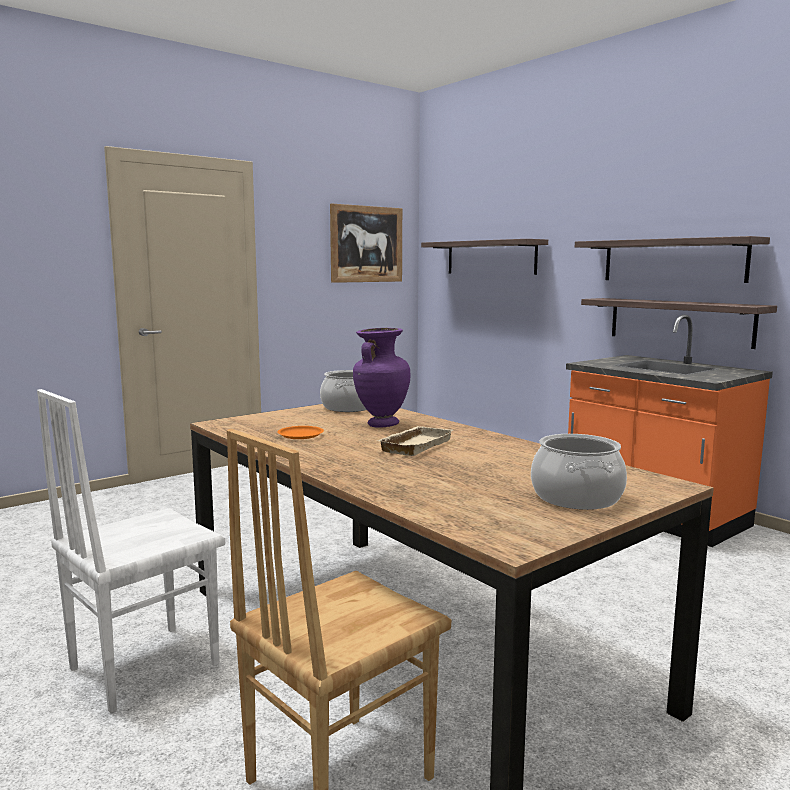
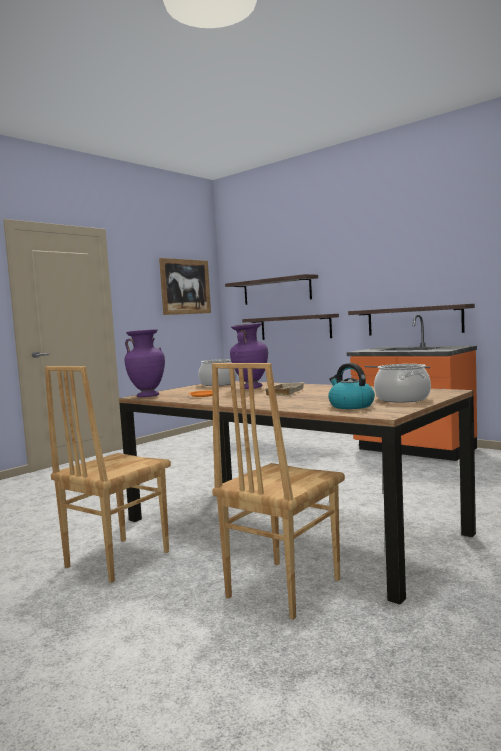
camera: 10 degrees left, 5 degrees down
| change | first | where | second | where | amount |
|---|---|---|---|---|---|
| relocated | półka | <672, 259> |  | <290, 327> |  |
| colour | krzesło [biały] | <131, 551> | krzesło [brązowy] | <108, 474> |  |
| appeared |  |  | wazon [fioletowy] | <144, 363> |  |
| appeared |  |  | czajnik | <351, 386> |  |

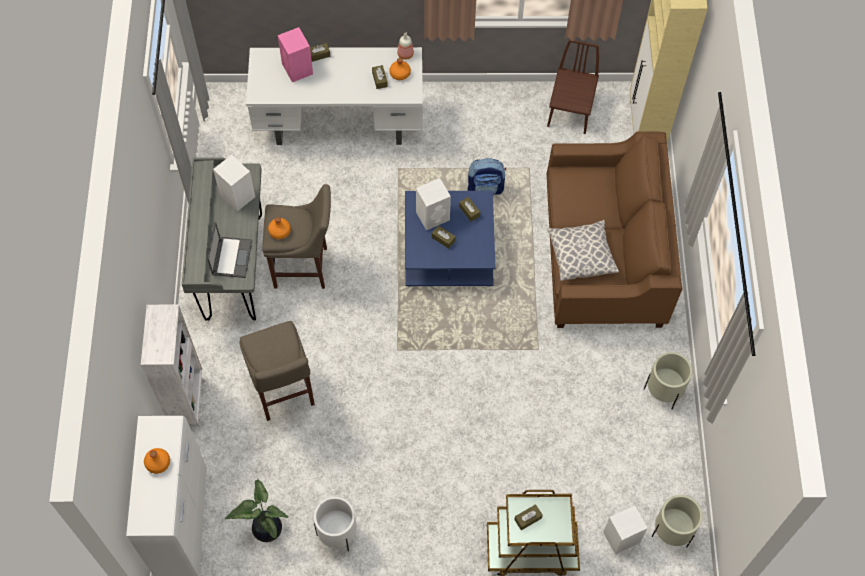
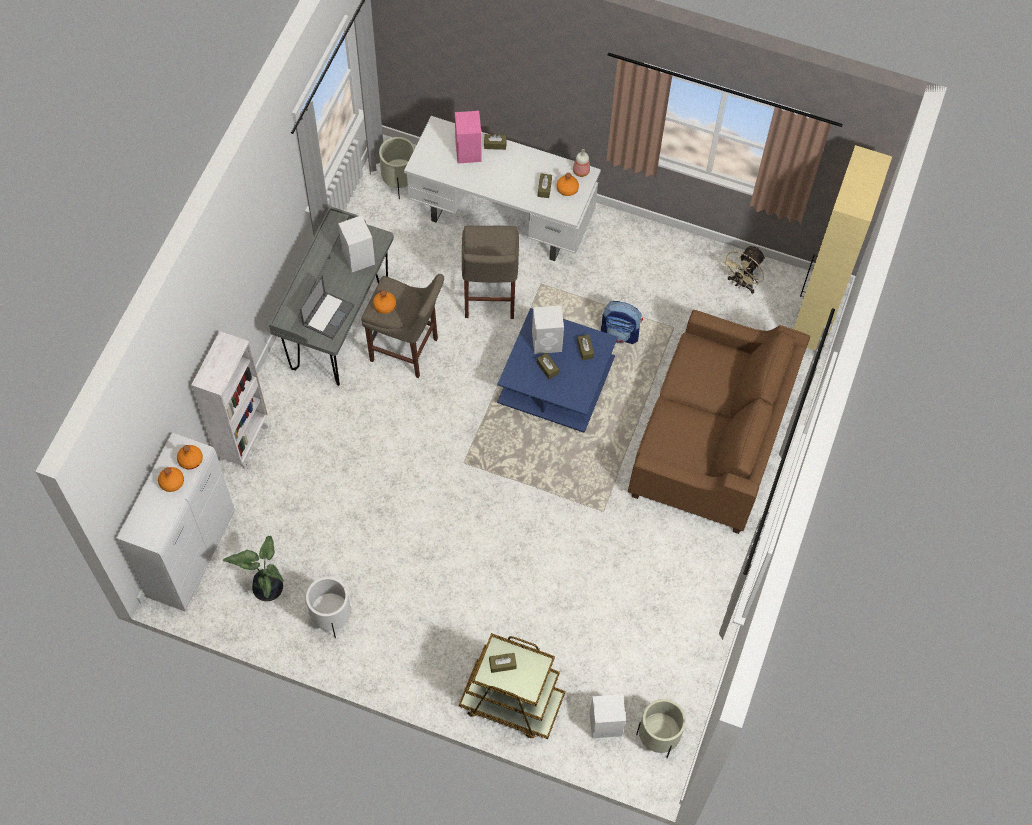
camera: 20 degrees right, 0 degrees up
| change | first | where | second | where | amount |
|---|---|---|---|---|---|
| exchanged | krzesło [brązowy] | <573, 86> | wentylator [beżowy] | <743, 270> |  |
| missing | poduszka | <583, 250> |  |  |  |
| relocated | stołek [beżowy] | <277, 371> |  | <490, 272> |  |
| relocated | donica [beżowy] | <668, 380> |  | <397, 168> |  |
| appeared |  |  | butelka [pomarańczowy] | <190, 457> |  |

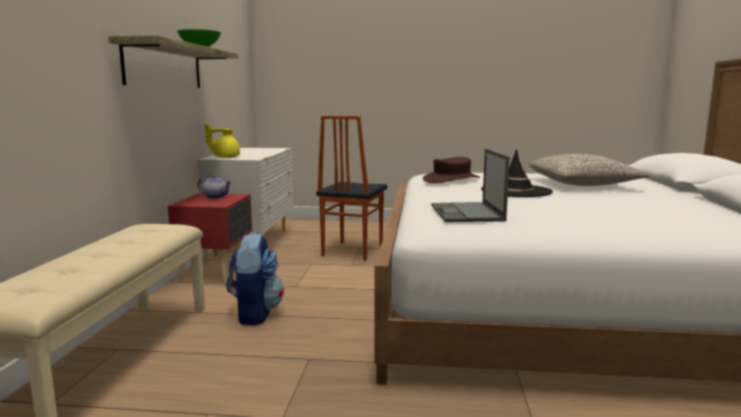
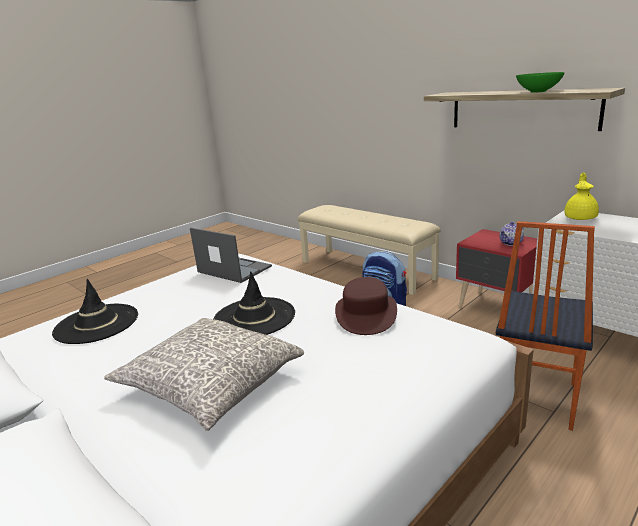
camera: 130 degrees right, 10 degrees up
| change | first | where | second | where | amount |
|---|---|---|---|---|---|
| spun | krzesło | <351, 188> |  | <545, 326> | 120 degrees counterclockwise |
| appeared |  |  | kapelusz [czarny] | <95, 311> |  |

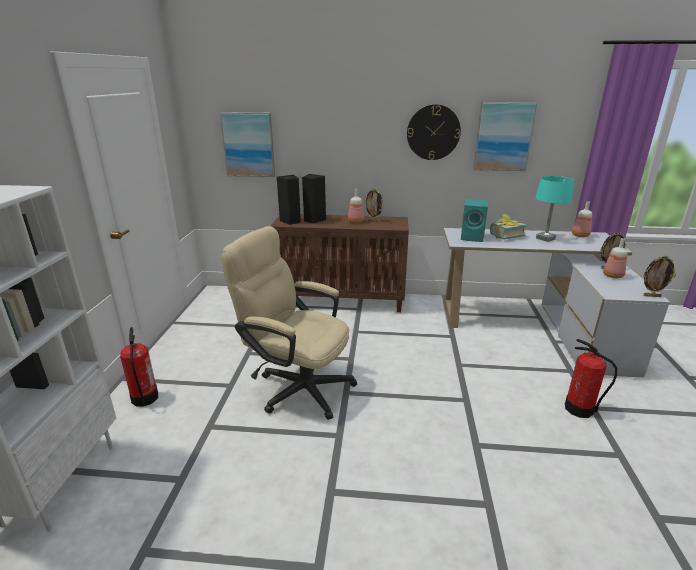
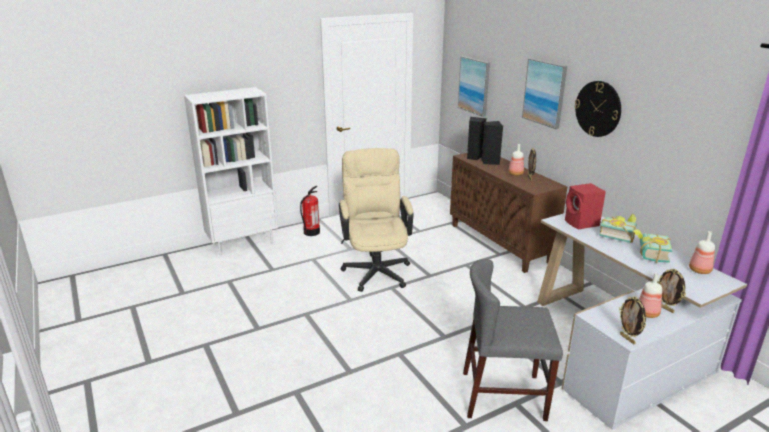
camera: 55 degrees right, 0 degrees up
| change | first | where | second | where | amount |
|---|---|---|---|---|---|
| relocated | obraz | <505, 136> |  | <544, 93> |  |
| exchanged | lampa stołowa [turkusowy] | <554, 209> | książka | <653, 246> |  |
| colour | głośnik [turkusowy] | <474, 220> | głośnik [czerwony] | <585, 206> |  |
| exchanged | gaśnica | <591, 378> | krzesło [szary] | <513, 340> |  |

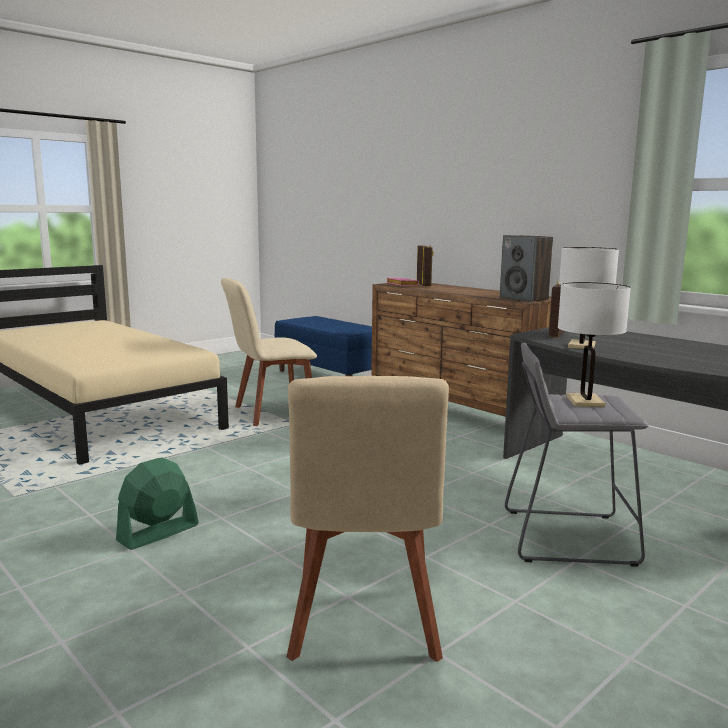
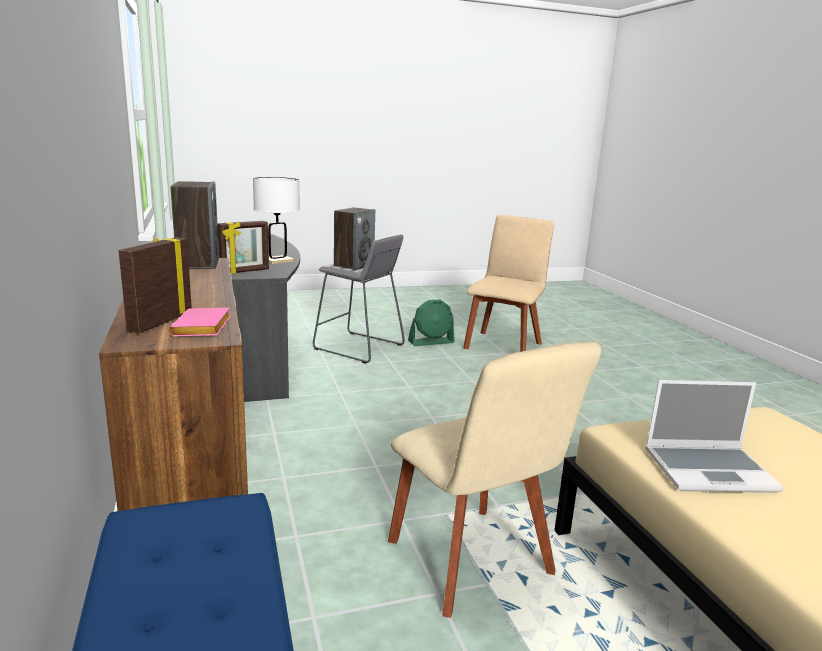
camera: 155 degrees left, 5 degrees up
| change | first | where | second | where | amount |
|---|---|---|---|---|---|
| spun | krzesło [beżowy] | <269, 352> |  | <494, 480> | 60 degrees clockwise |
| exchanged | lampa stołowa [biały] | <594, 344> | głośnik | <354, 238> |  |
| relocated | wentylator [zielony] | <157, 503> |  | <431, 322> |  |
| appeared |  |  | laptop | <714, 436> |  |

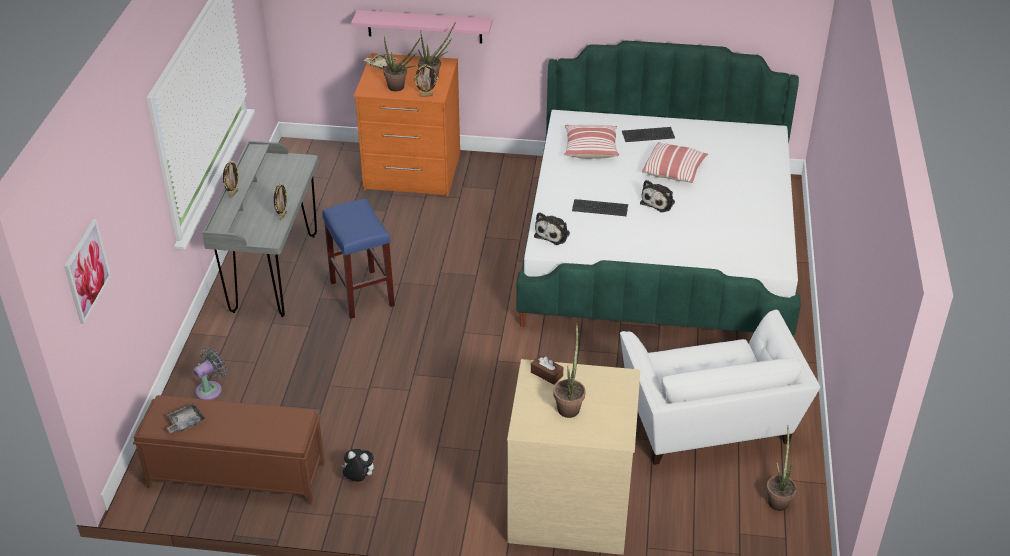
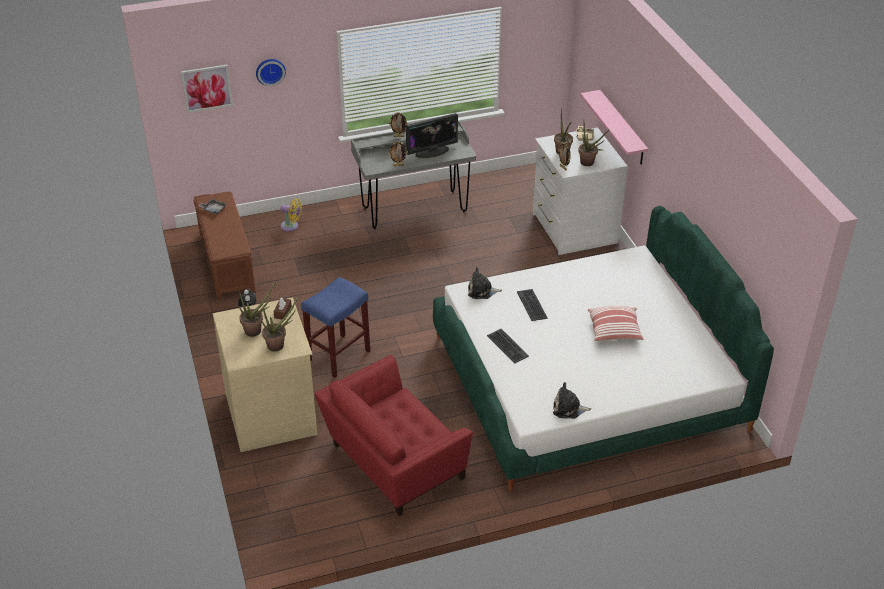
camera: 65 degrees right, 0 degrees up
| change | first | where | second | where | amount |
|---|---|---|---|---|---|
| colour | komoda [pomarańczowy] | <407, 125> | komoda [biały] | <580, 191> |  |
| missing | poduszka | <591, 142> |  |  |  |
| relocated | klawiatura | <648, 134> |  | <508, 346> |  |
| relocated | pluszak | <657, 196> |  | <572, 400> |  |
| relocated | stołek [niebieski] | <358, 259> |  | <335, 327> |  |
| colour | fotel [biały] | <720, 387> | fotel [czerwony] | <394, 435> |  |
| colour | wentylator [szary] | <210, 373> | wentylator [żółty] | <291, 215> |  |
| relocated | roślina doniczkowa | <781, 468> |  | <280, 323> |  |
| appeared |  |  | zegar ścienny | <271, 72> |  |
| appeared |  |  | monitor | <432, 135> |  |

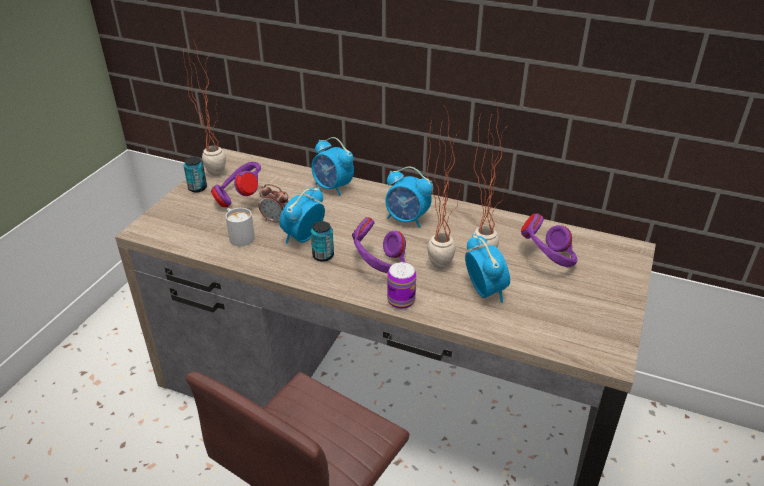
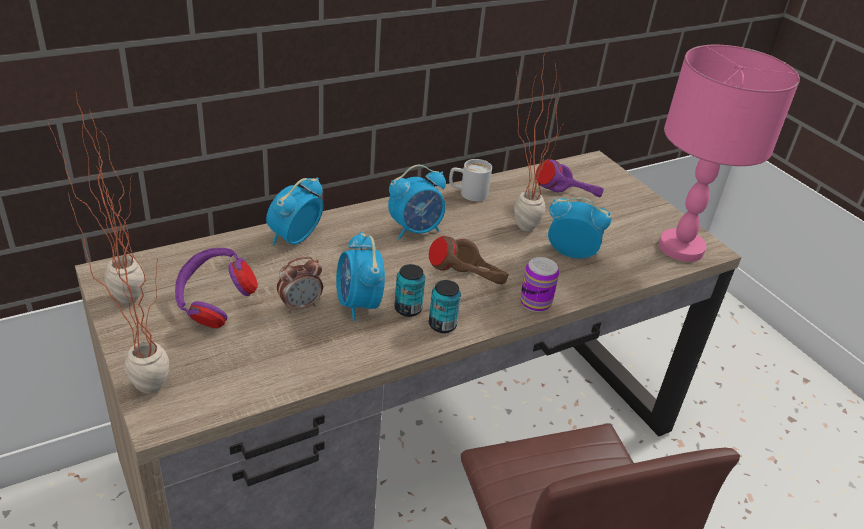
camera: 55 degrees left, 0 degrees up
| change | first | where | second | where | amount |
|---|---|---|---|---|---|
| relocated | roślina doniczkowa | <444, 188> |  | <119, 279> |  |
| spun | budzik | <333, 166> |  | <294, 211> | 135 degrees clockwise |
| relocated | puszka | <195, 174> |  | <445, 306> |  |
| relocated | kubek [biały] | <240, 227> |  | <470, 180> |  |
| colour | słuchawki [fioletowy] | <379, 245> | słuchawki [brązowy] | <469, 260> |  |
| appeared |  |  | lampa stołowa [różowy] | <729, 153> |  |

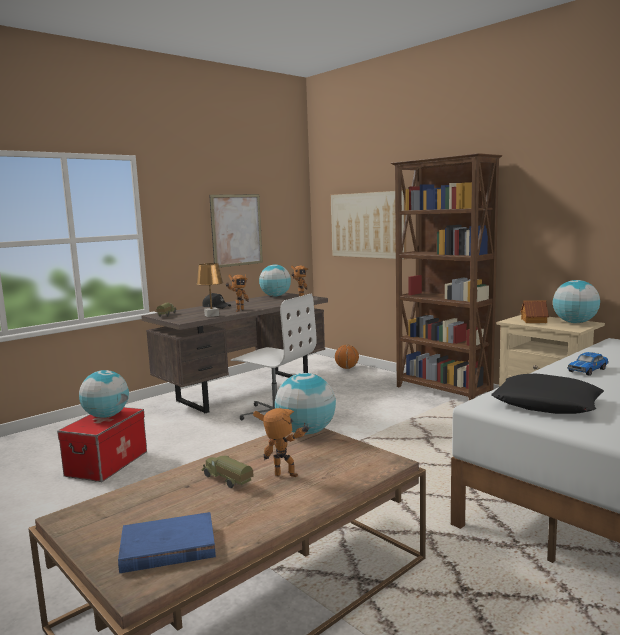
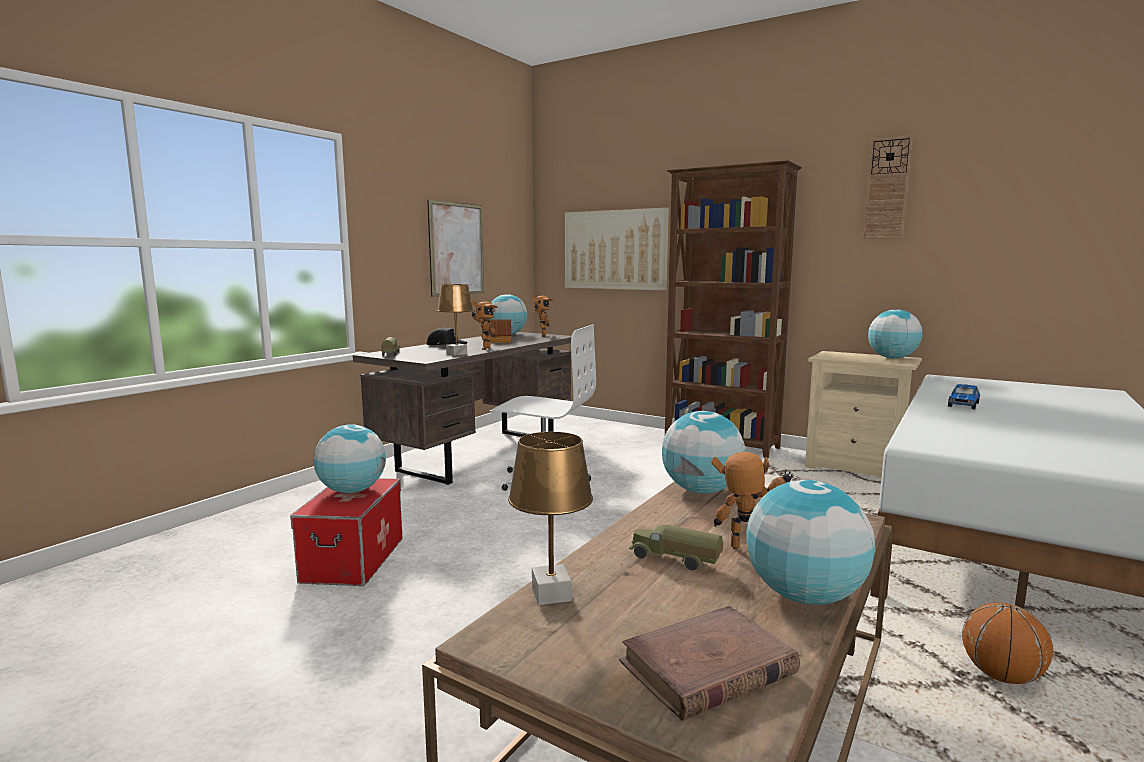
camera: 15 degrees left, 0 degrees up
| change | first | where | second | where | amount |
|---|---|---|---|---|---|
| relocated | domek | <535, 311> |  | <500, 331> |  |
| relocated | piłka do koszykówki | <347, 356> |  | <1007, 643> |  |
| missing | poduszka [czarny] | <547, 394> |  |  |  |
| colour | książka [niebieski] | <167, 542> | książka [brązowy] | <709, 663> |  |
| appeared |  |  | zegar ścienny | <888, 187> |  |
| appeared |  |  | lampa stołowa [brązowy] | <550, 518> |  |
| appeared |  |  | globus | <810, 542> |  |

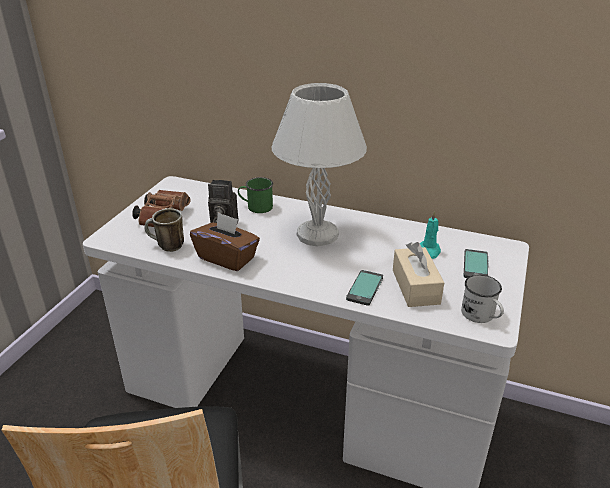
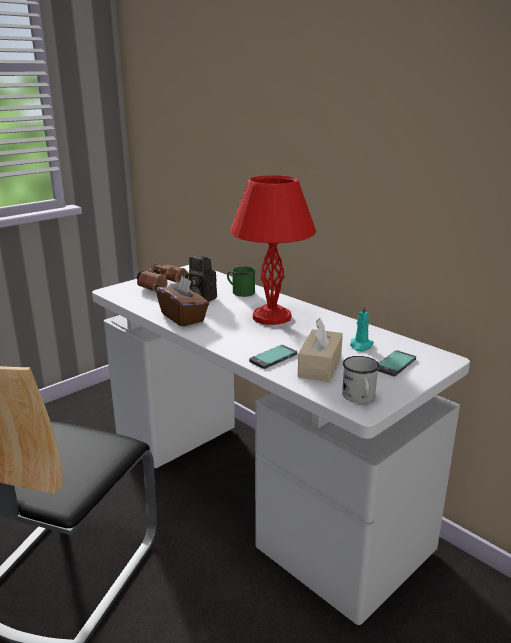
camera: 25 degrees right, 10 degrees down
| change | first | where | second | where | amount |
|---|---|---|---|---|---|
| colour | lampa stołowa [biały] | <319, 164> | lampa stołowa [czerwony] | <273, 250> |  |
| missing | kubek | <164, 230> |  |  |  |

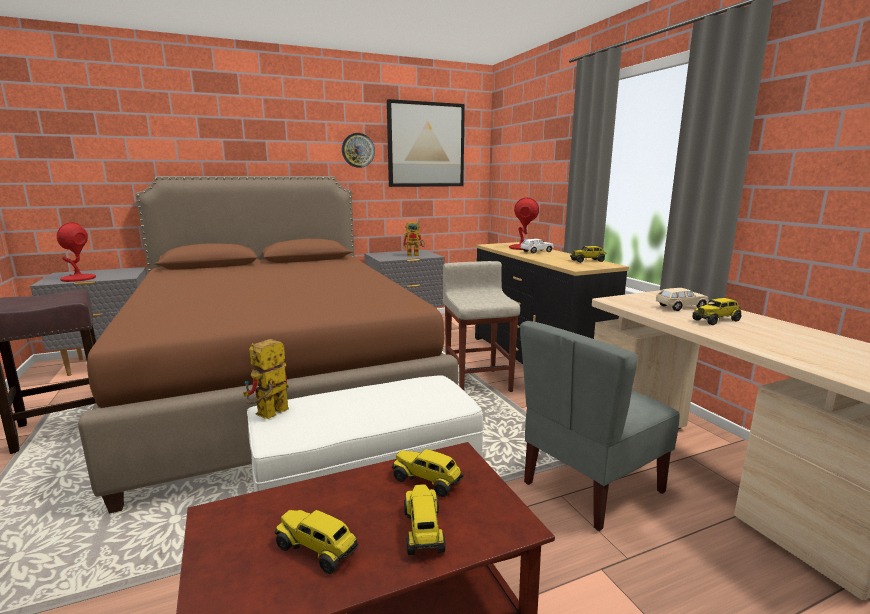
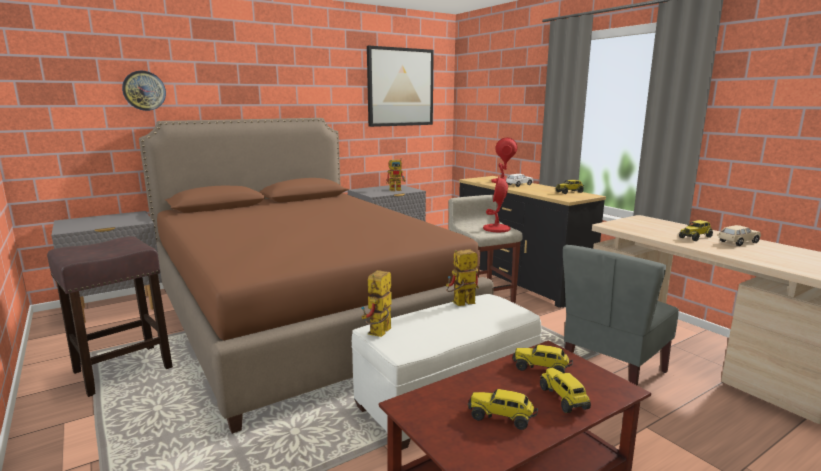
camera: 10 degrees left, 0 degrees up
| change | first | where | second | where | amount |
|---|---|---|---|---|---|
| relocated | zegar ścienny | <358, 150> |  | <144, 91> |  |
| relocated | lampa stołowa [czerwony] | <76, 252> |  | <497, 204> |  |
| relocated | samochodzik [beżowy] | <682, 299> |  | <739, 235> |  |
| appeared |  |  | robot zabawkowy | <462, 277> |  |

